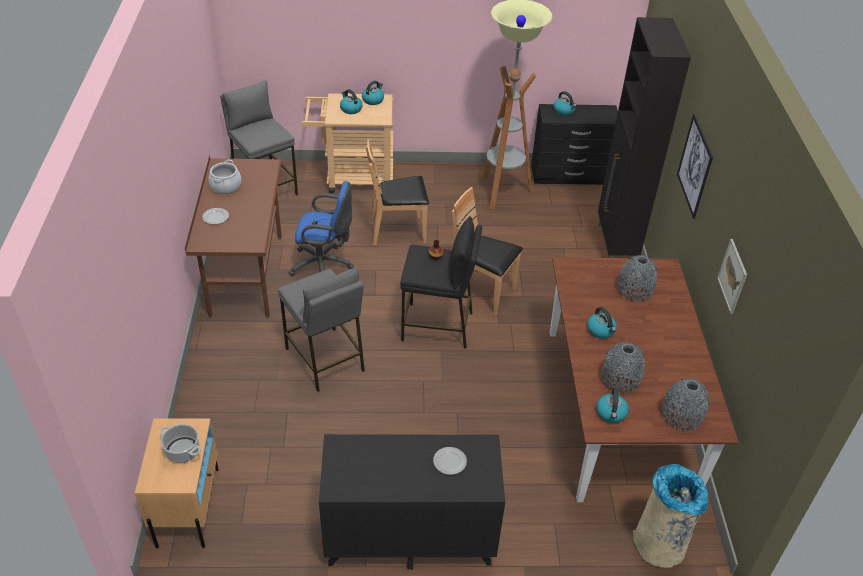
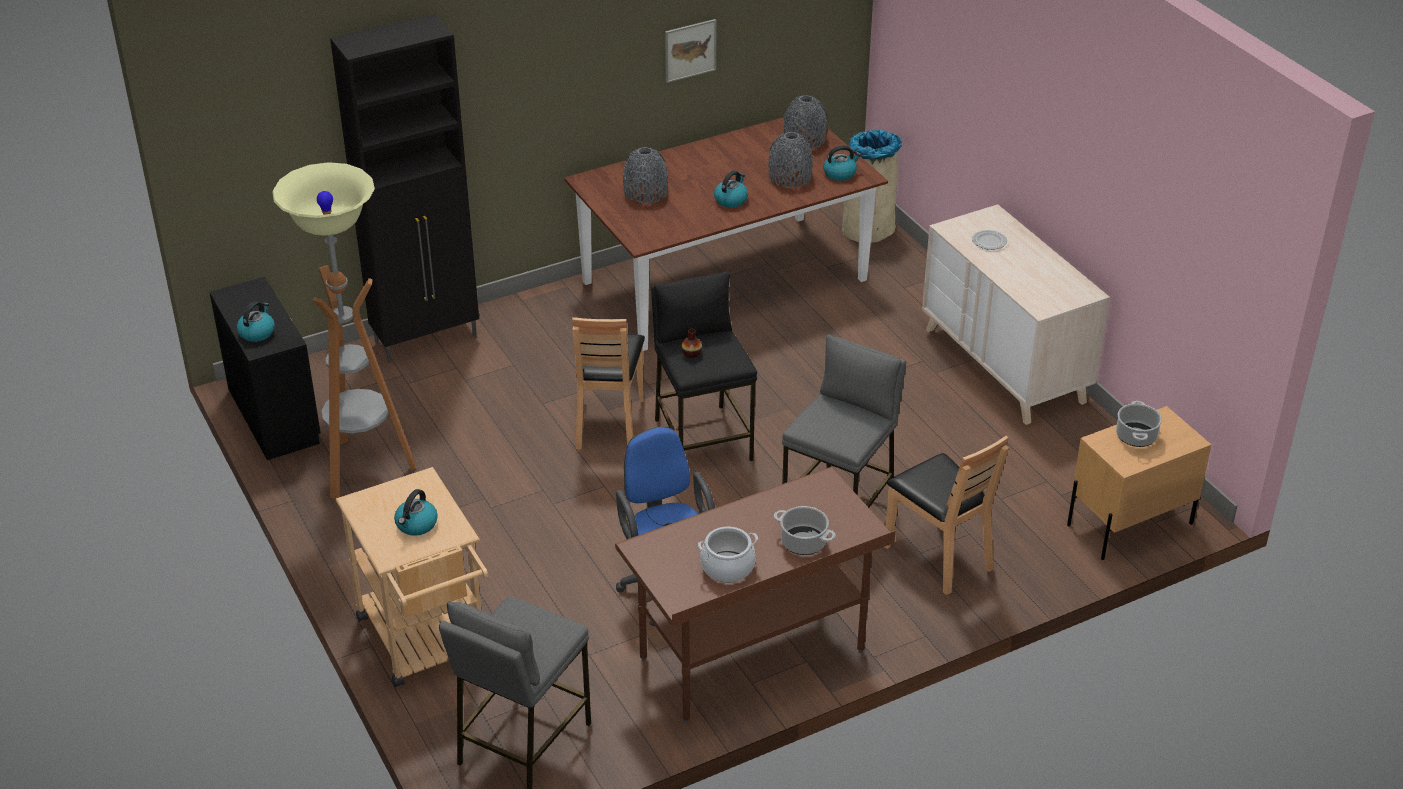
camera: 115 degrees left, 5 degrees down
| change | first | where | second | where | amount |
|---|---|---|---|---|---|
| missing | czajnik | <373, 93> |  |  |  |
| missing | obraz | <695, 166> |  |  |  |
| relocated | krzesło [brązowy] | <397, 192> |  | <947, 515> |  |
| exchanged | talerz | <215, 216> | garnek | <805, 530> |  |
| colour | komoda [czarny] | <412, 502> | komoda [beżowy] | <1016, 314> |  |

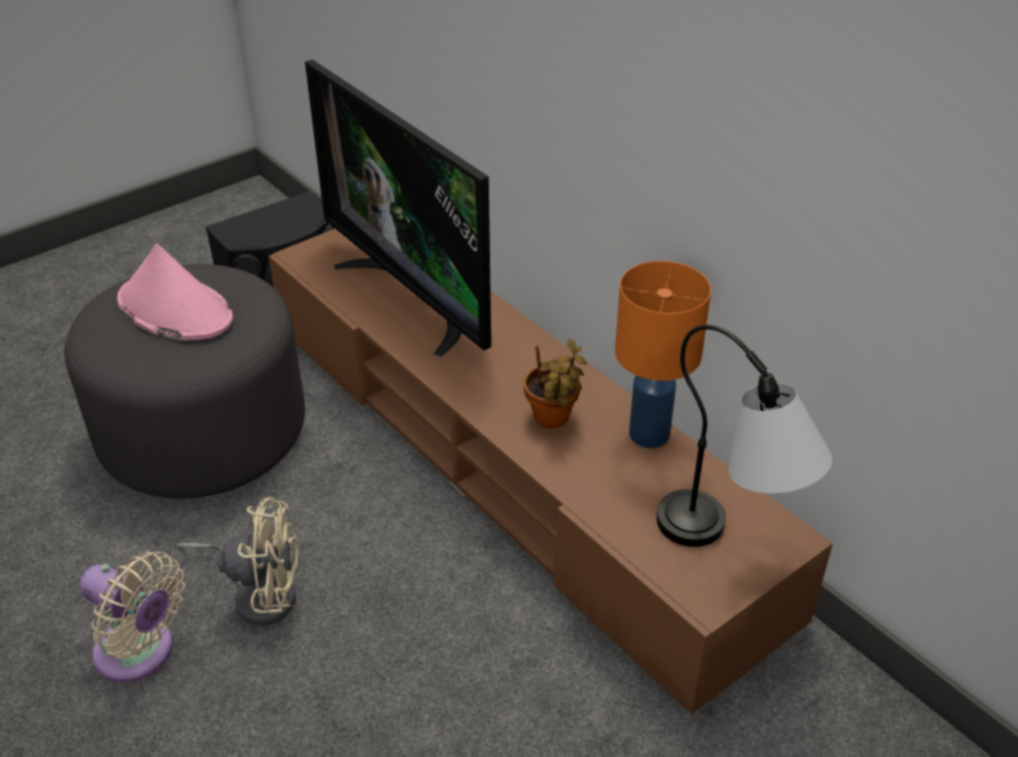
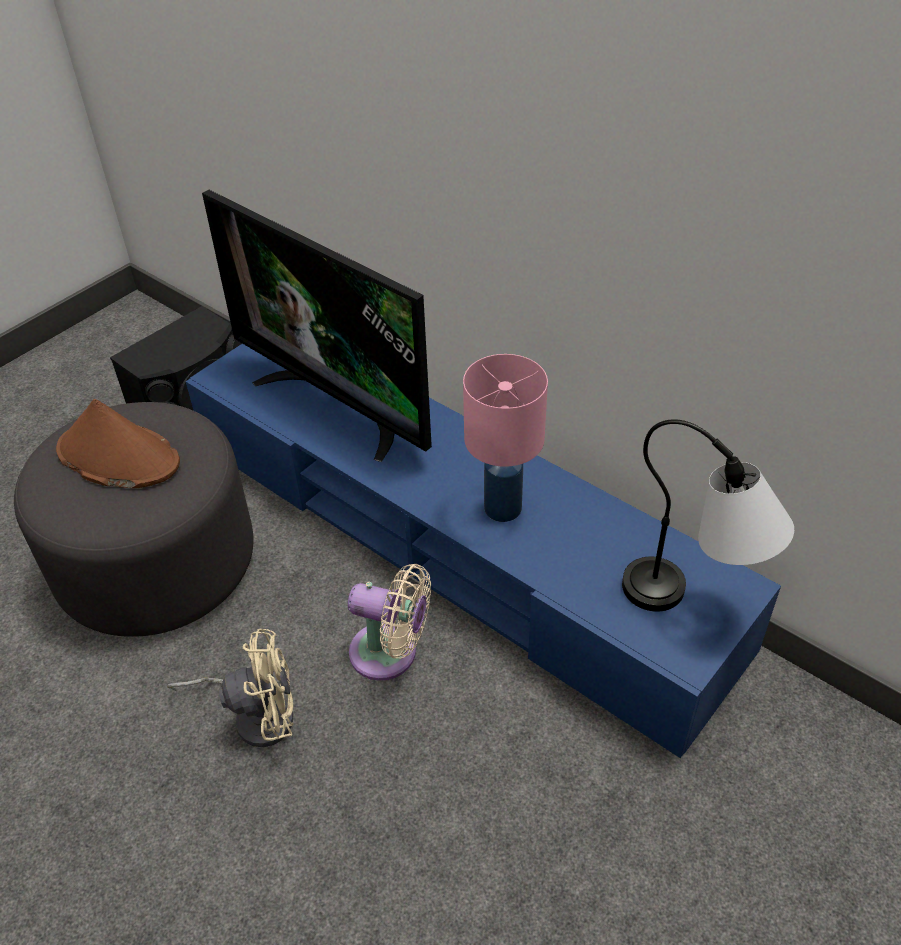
camera: 10 degrees left, 5 degrees up
| change | first | where | second | where | amount |
|---|---|---|---|---|---|
| colour | szafka pod telewizor [brązowy] | <551, 472> | szafka pod telewizor [niebieski] | <483, 551> |  |
| colour | kapelusz [różowy] | <175, 292> | kapelusz [brązowy] | <118, 443> |  |
| missing | lampa stołowa [pomarańczowy] | <663, 354> |  |  |  |
| exchanged | roślina doniczkowa | <555, 383> | lampa stołowa [różowy] | <505, 438> |  |
| relocated | wentylator [beżowy] | <132, 617> |  | <389, 622> |  |

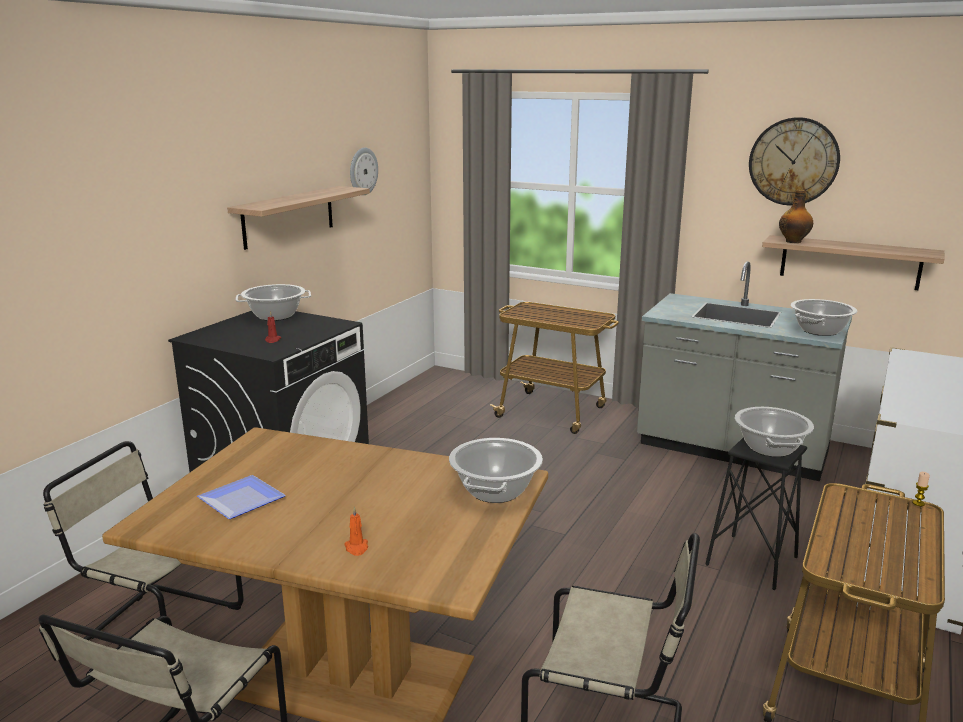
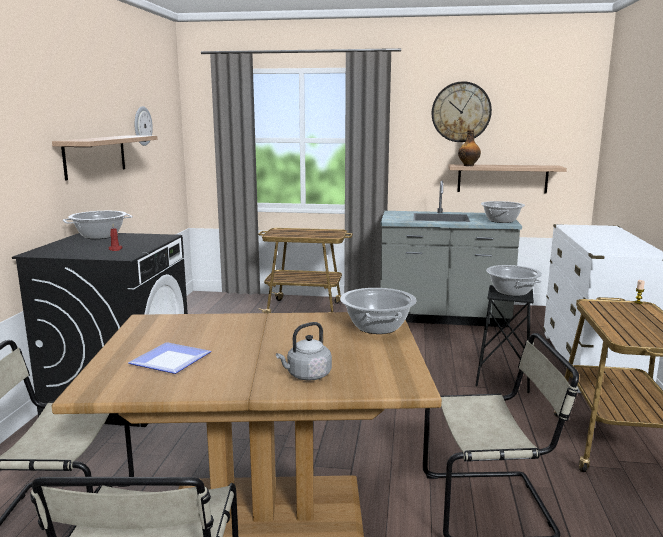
camera: 20 degrees left, 5 degrees down
| change | first | where | second | where | amount |
|---|---|---|---|---|---|
| exchanged | świeca [pomarańczowy] | <356, 531> | czajnik [szary] | <304, 351> |  |

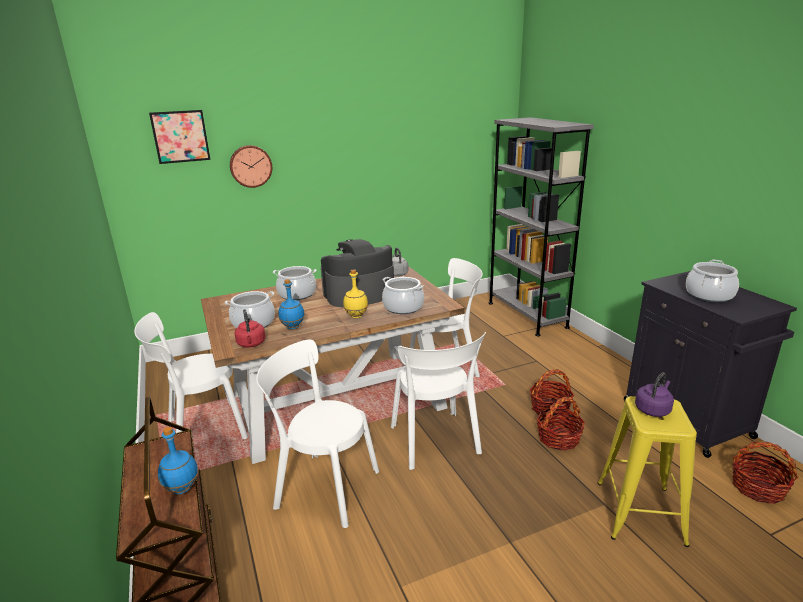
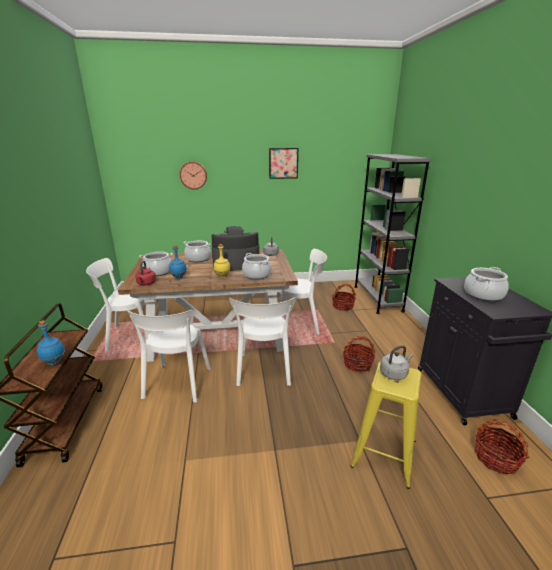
camera: 15 degrees right, 0 degrees up
| change | first | where | second | where | amount |
|---|---|---|---|---|---|
| relocated | obraz | <179, 137> |  | <283, 163> |  |
| spun | krzesło [biały] | <317, 434> |  | <167, 355> | 120 degrees counterclockwise |
| colour | czajnik [fioletowy] | <654, 394> | czajnik [szary] | <396, 362> |  |
| relocated | koszyk | <560, 424> |  | <344, 297> |  |

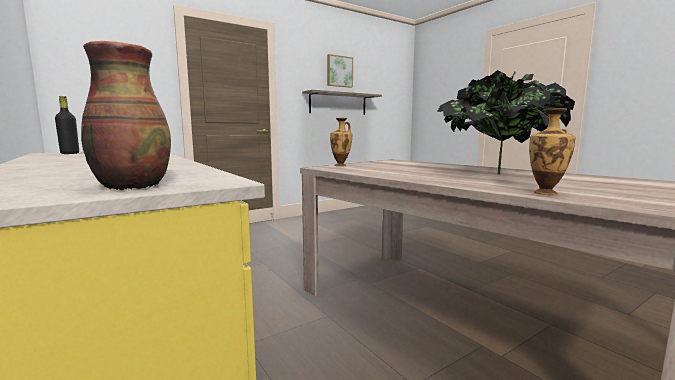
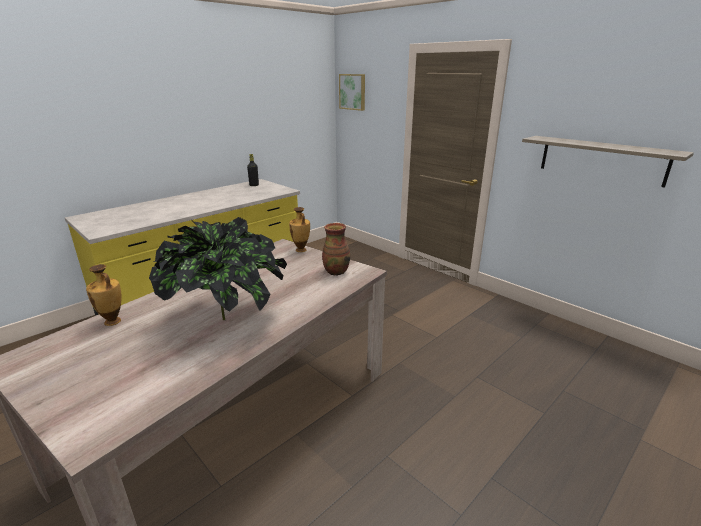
camera: 80 degrees right, 15 degrees up
| change | first | where | second | where | amount |
|---|---|---|---|---|---|
| relocated | wazon | <126, 115> |  | <336, 249> |  |
| relocated | obraz | <340, 71> |  | <352, 92> |  |

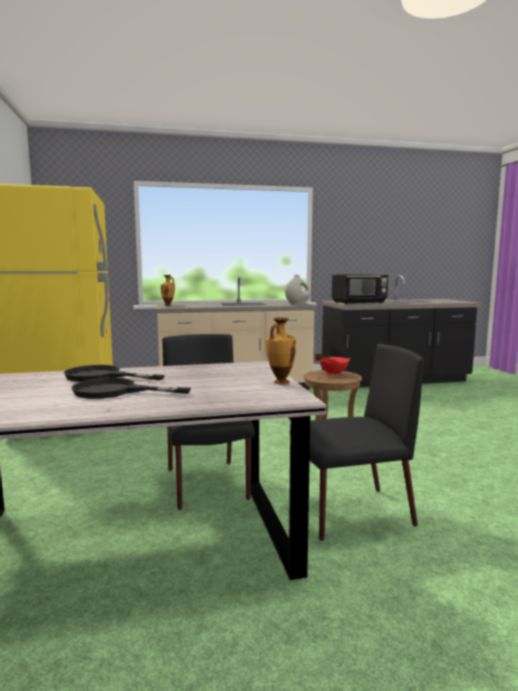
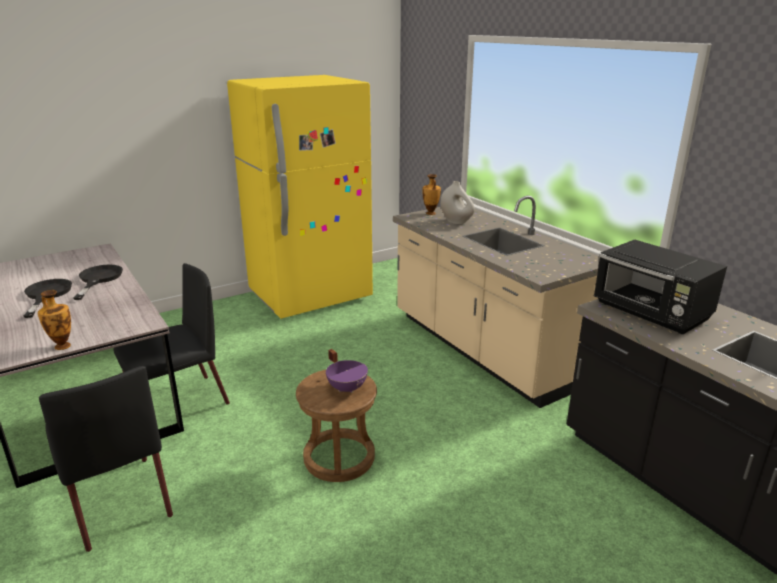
camera: 70 degrees right, 15 degrees up
| change | first | where | second | where | amount |
|---|---|---|---|---|---|
| relocated | wazon [biały] | <298, 290> |  | <458, 202> |  |
| colour | garnek [czerwony] | <332, 364> | garnek [fioletowy] | <347, 371> |  |

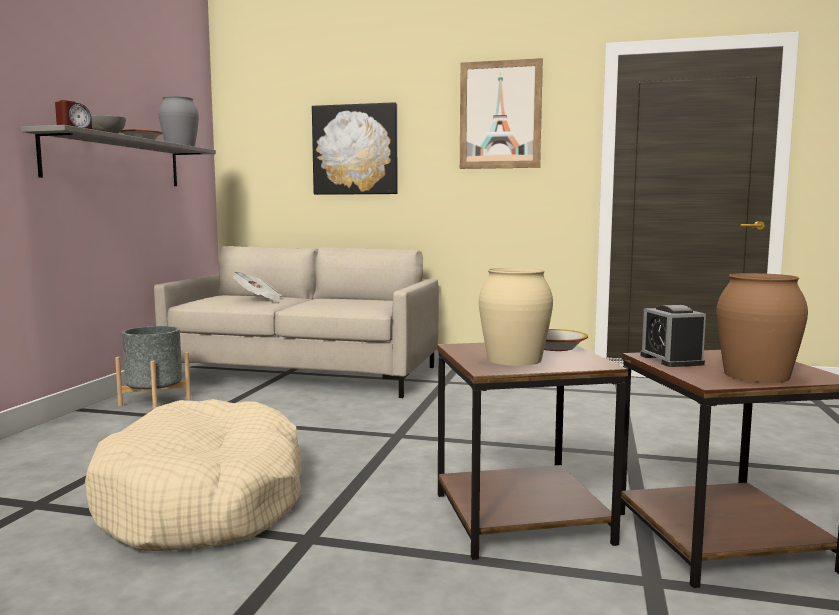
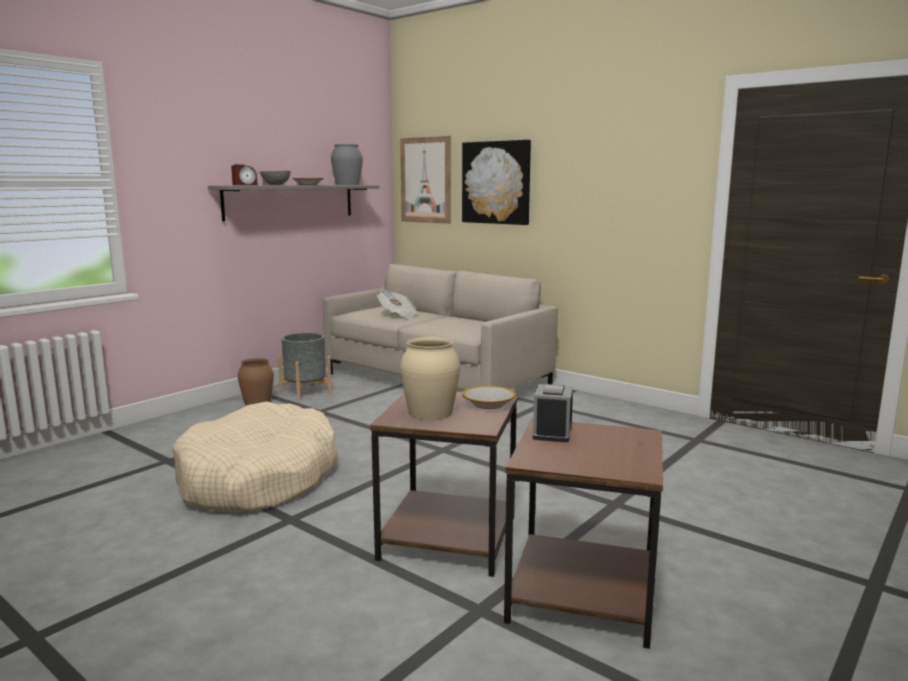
camera: 25 degrees right, 5 degrees up
| change | first | where | second | where | amount |
|---|---|---|---|---|---|
| relocated | obraz | <501, 113> |  | <425, 180> |  |
| relocated | wazon [brązowy] | <762, 328> |  | <256, 381> |  |

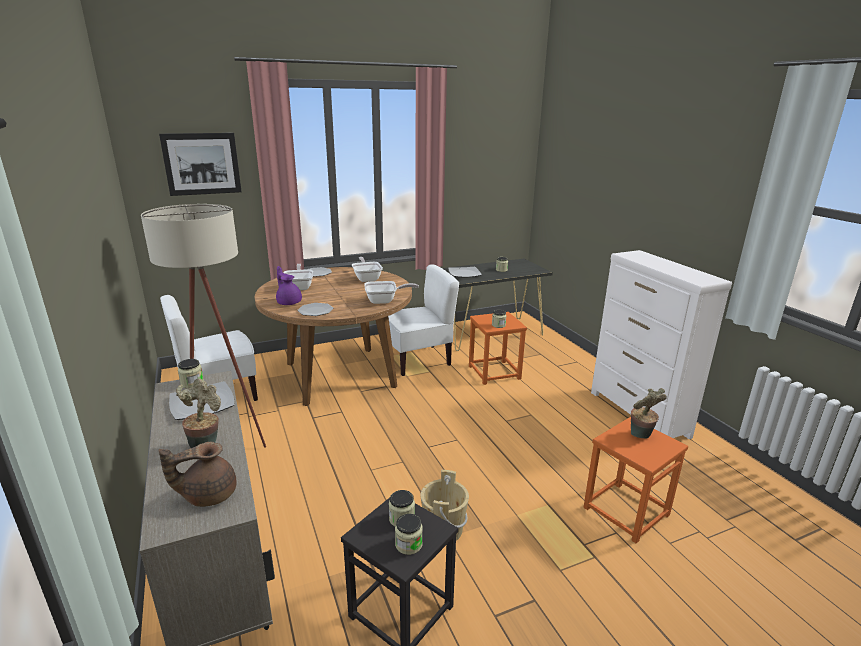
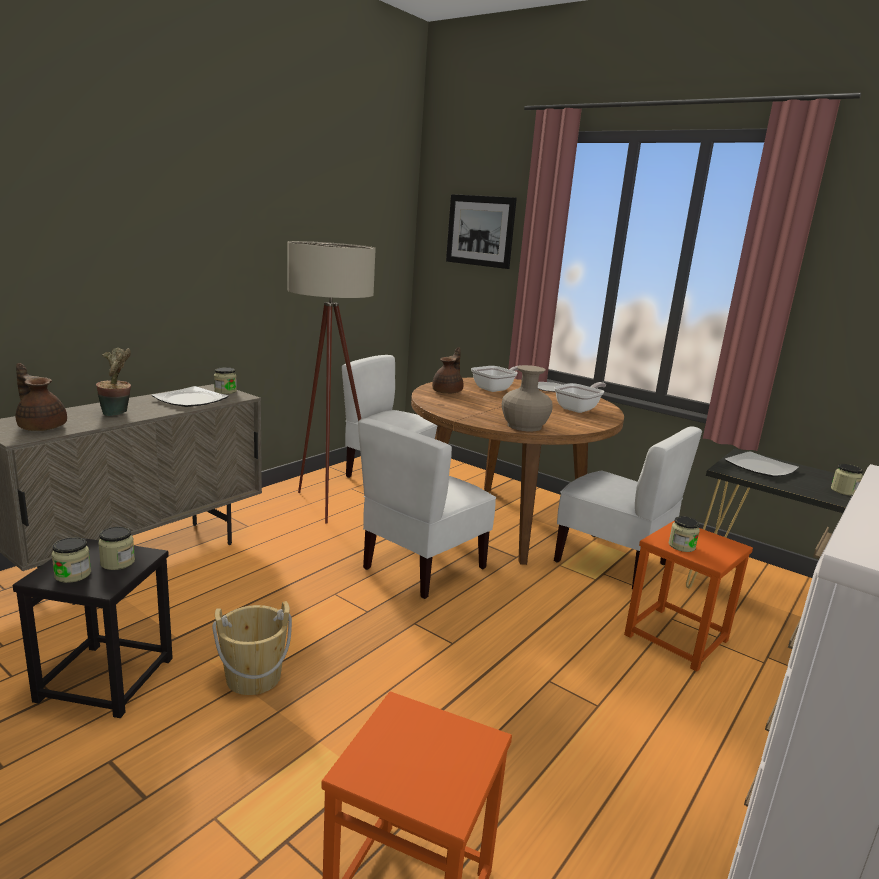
camera: 60 degrees right, 5 degrees down
| change | first | where | second | where | amount |
|---|---|---|---|---|---|
| colour | imbryk [fioletowy] | <289, 285> | imbryk [brązowy] | <447, 370> |  |
| exchanged | patelnia | <391, 292> | wazon [beżowy] | <527, 398> |  |
| missing | talerz | <315, 309> |  |  |  |
| missing | roślina doniczkowa | <649, 413> |  |  |  |
| appeared |  |  | krzesło [biały] | <427, 508> |  |

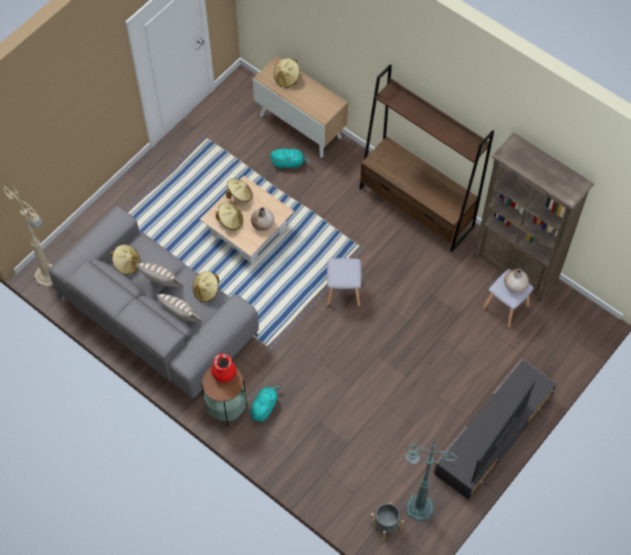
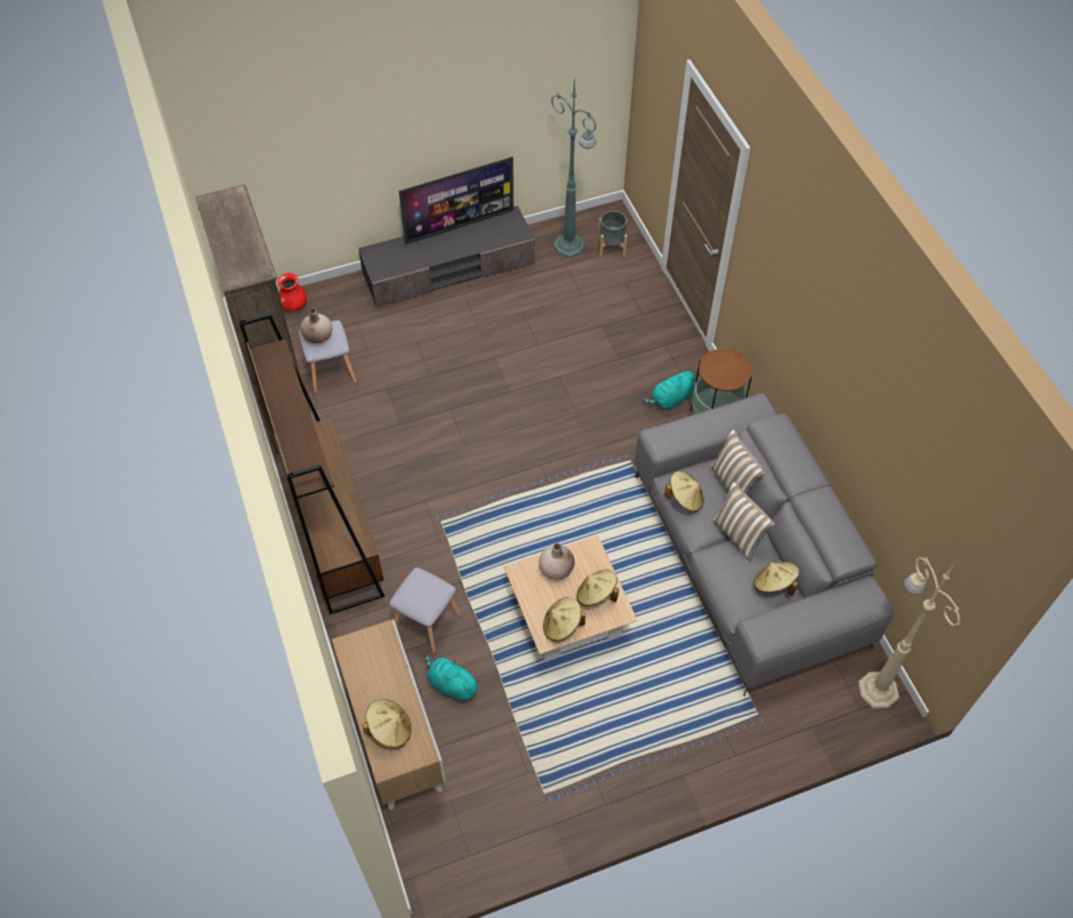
camera: 150 degrees left, 5 degrees down
| change | first | where | second | where | amount |
|---|---|---|---|---|---|
| relocated | stołek [szary] | <344, 282> |  | <425, 610> |  |
| relocated | wazon [czerwony] | <224, 367> |  | <292, 292> |  |

